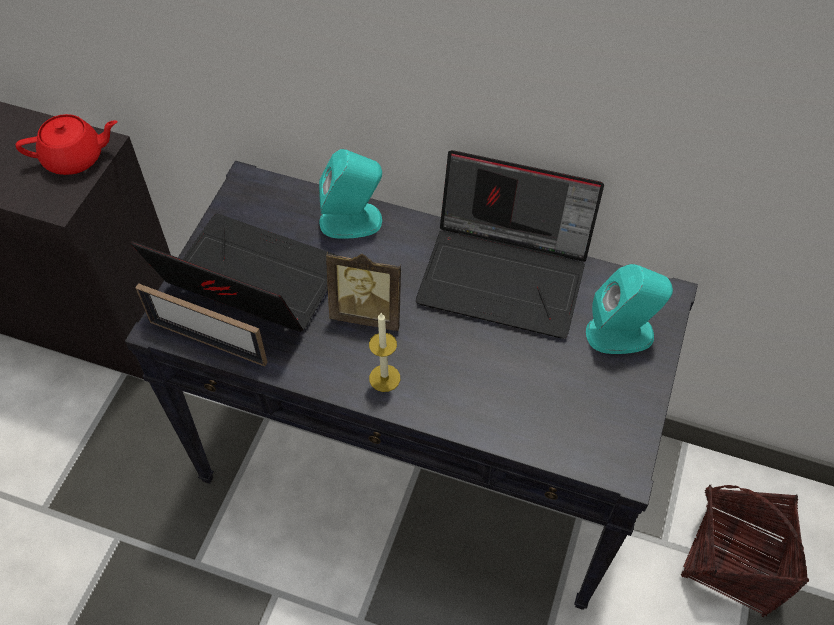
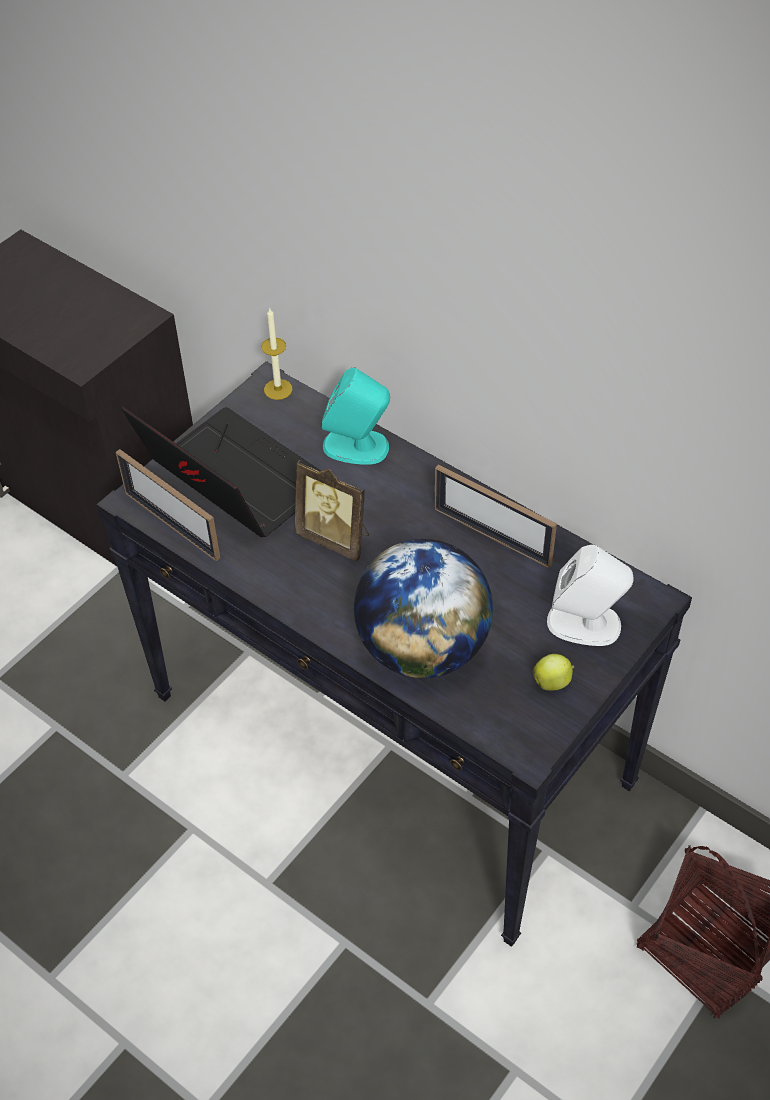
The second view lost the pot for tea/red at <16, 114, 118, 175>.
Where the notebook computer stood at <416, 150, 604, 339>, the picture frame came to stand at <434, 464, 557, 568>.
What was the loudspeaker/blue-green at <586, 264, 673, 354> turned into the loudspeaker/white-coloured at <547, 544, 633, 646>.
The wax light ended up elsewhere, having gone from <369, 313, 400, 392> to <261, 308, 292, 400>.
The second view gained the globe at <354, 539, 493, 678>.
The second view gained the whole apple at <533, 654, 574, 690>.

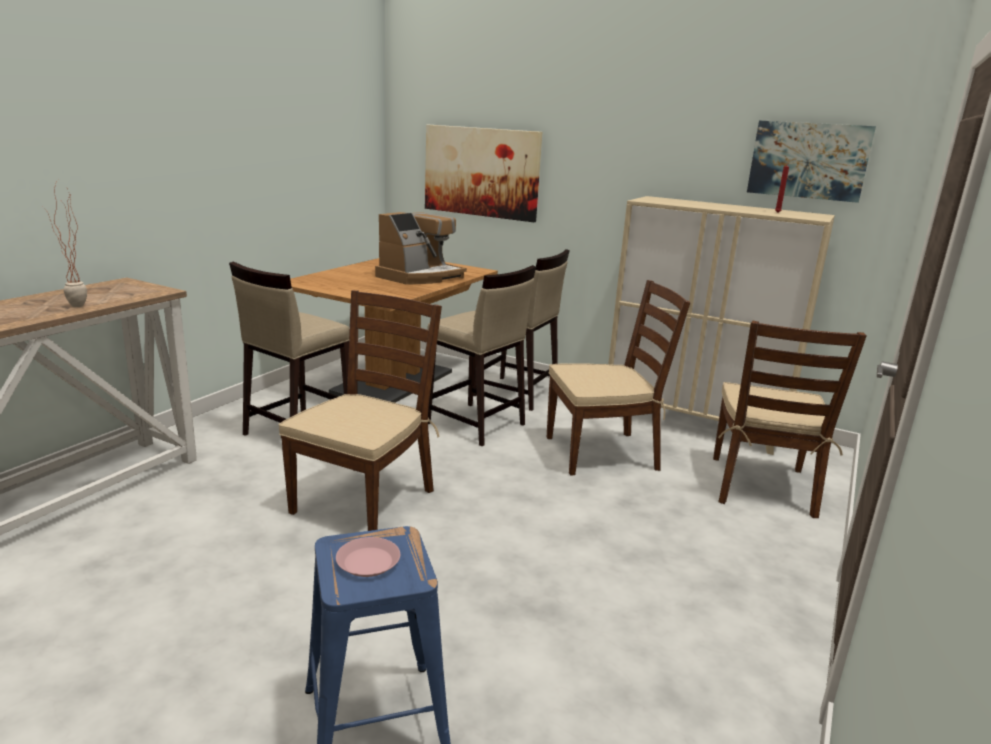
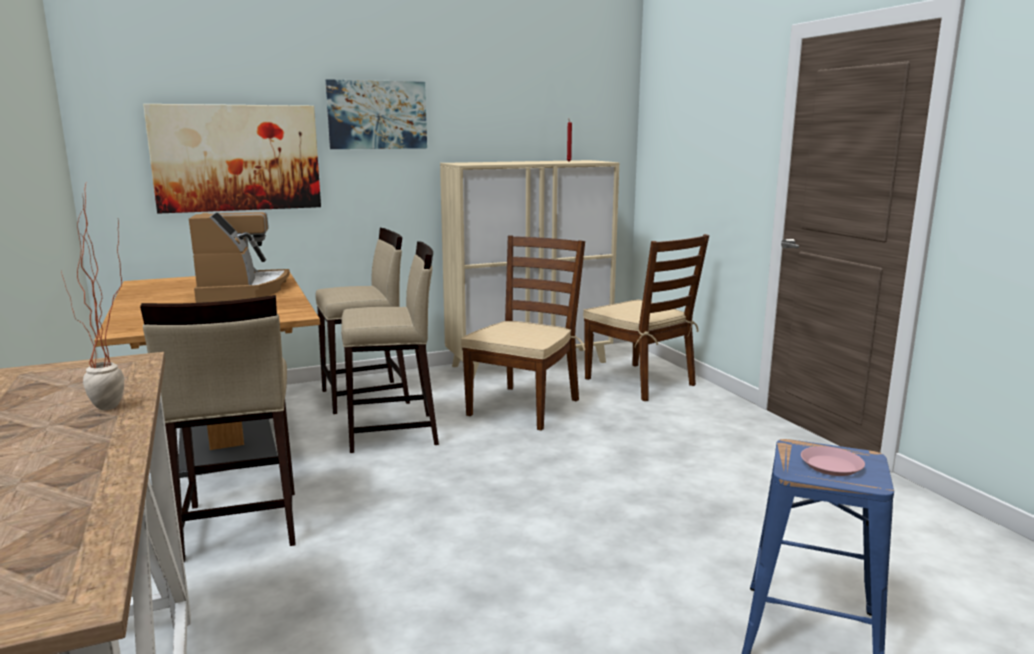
The wall picture ended up elsewhere, having gone from <747, 121, 876, 203> to <326, 79, 427, 149>.
The second view lost the plain chair/brown-coloured at <279, 290, 442, 531>.

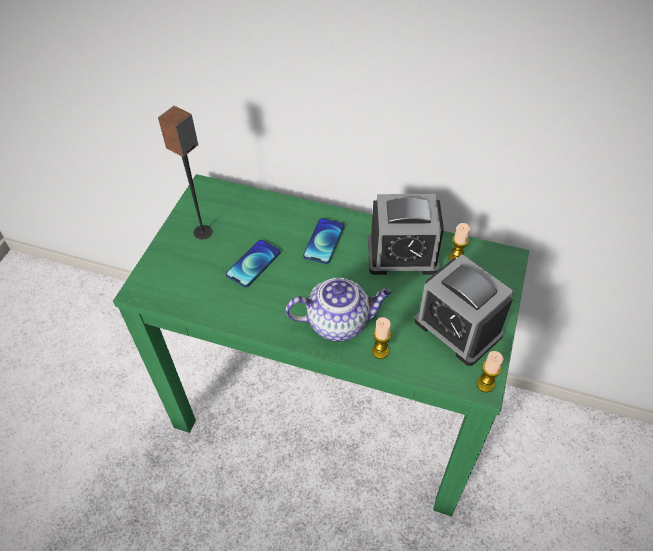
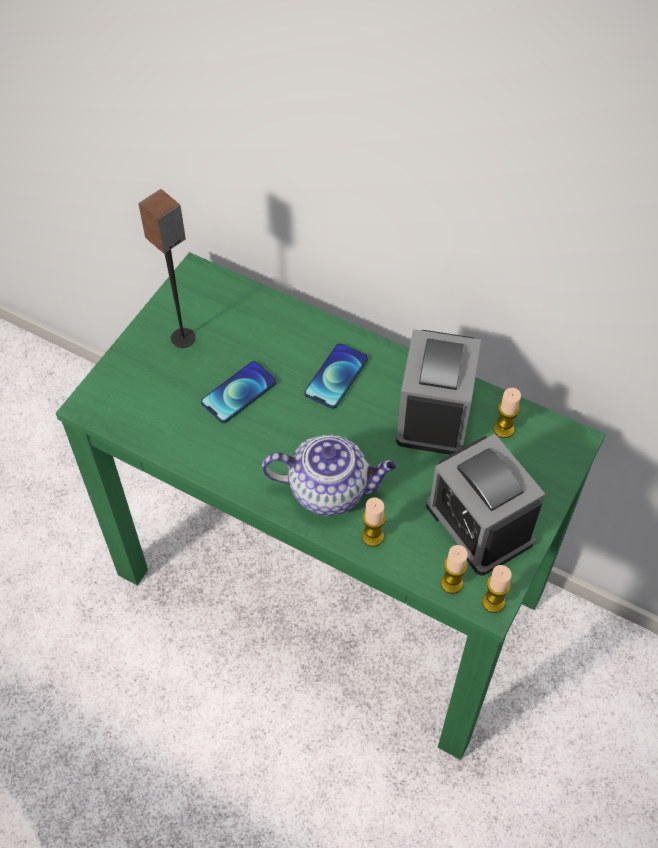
The table clock at <368, 194, 444, 275> ended up facing another way, 90 degrees clockwise from before.
The second view gained the wax light at <441, 545, 468, 594>.

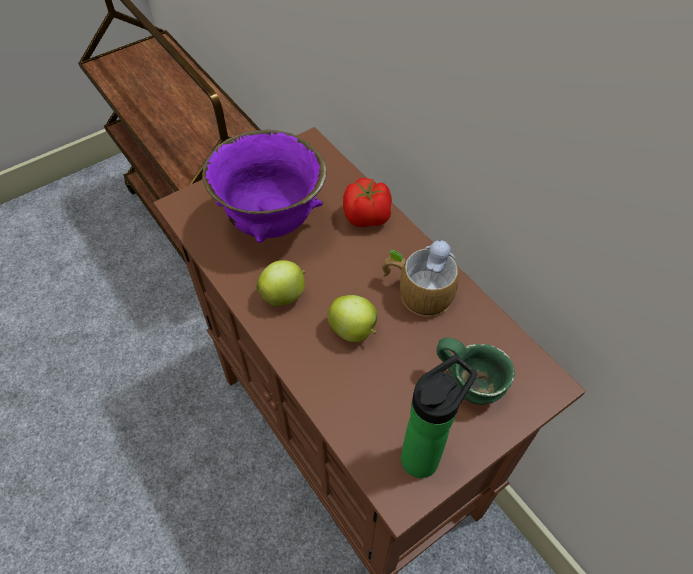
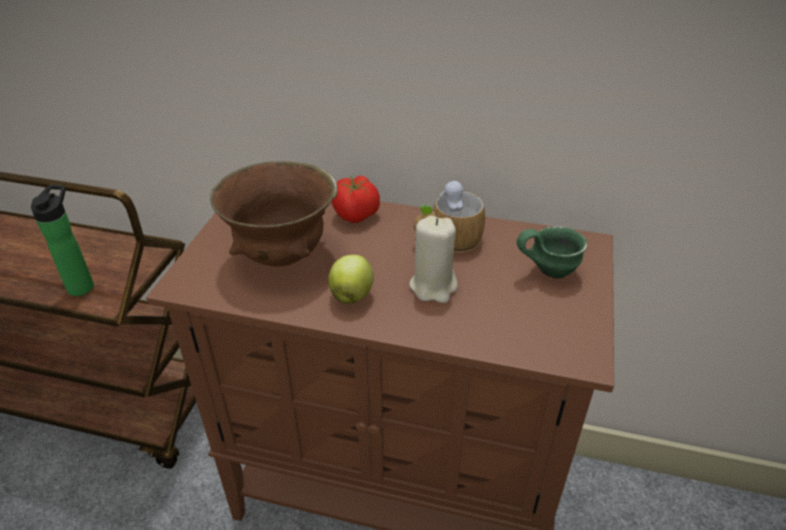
What was the deep dish/purple at <202, 130, 327, 243> turned into the deep dish/brown-coloured at <210, 161, 338, 267>.
Where the whole apple stood at <327, 295, 378, 343>, the wax light/beige-coloured came to stand at <409, 216, 457, 303>.
The bottle ended up elsewhere, having gone from <401, 355, 477, 478> to <31, 185, 94, 296>.

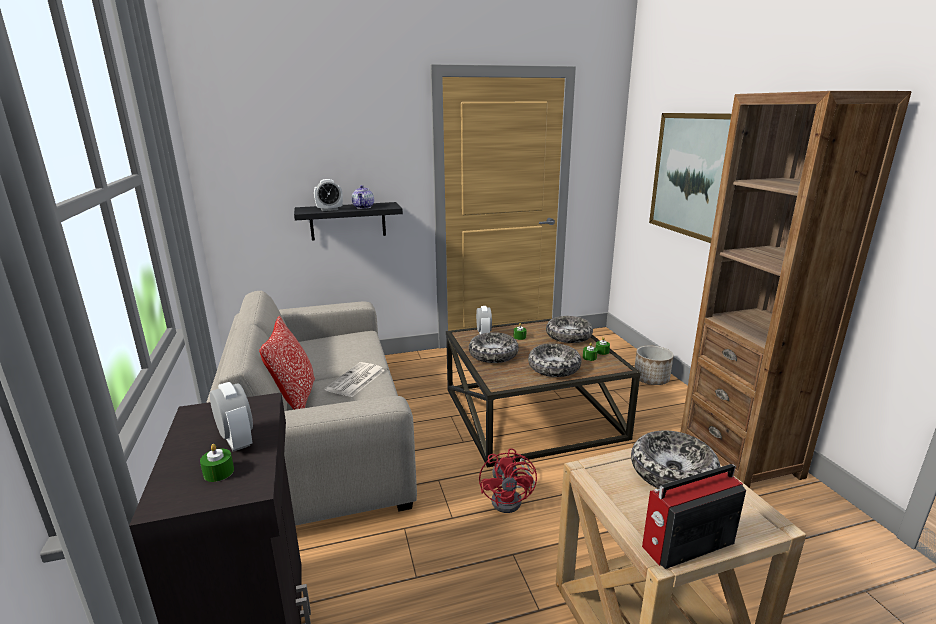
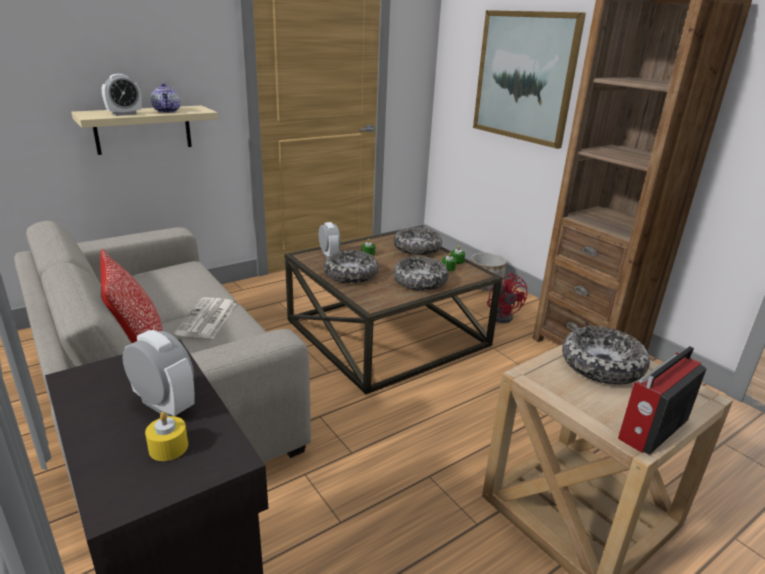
What was the bracket shelf/blackish at <294, 202, 403, 241> turned into the bracket shelf/beige-coloured at <71, 105, 218, 155>.
What was the wax light/green at <200, 444, 234, 482> turned into the wax light/yellow-coloured at <145, 412, 188, 461>.
The electric fan/red ended up elsewhere, having gone from <479, 448, 537, 513> to <487, 273, 528, 323>.

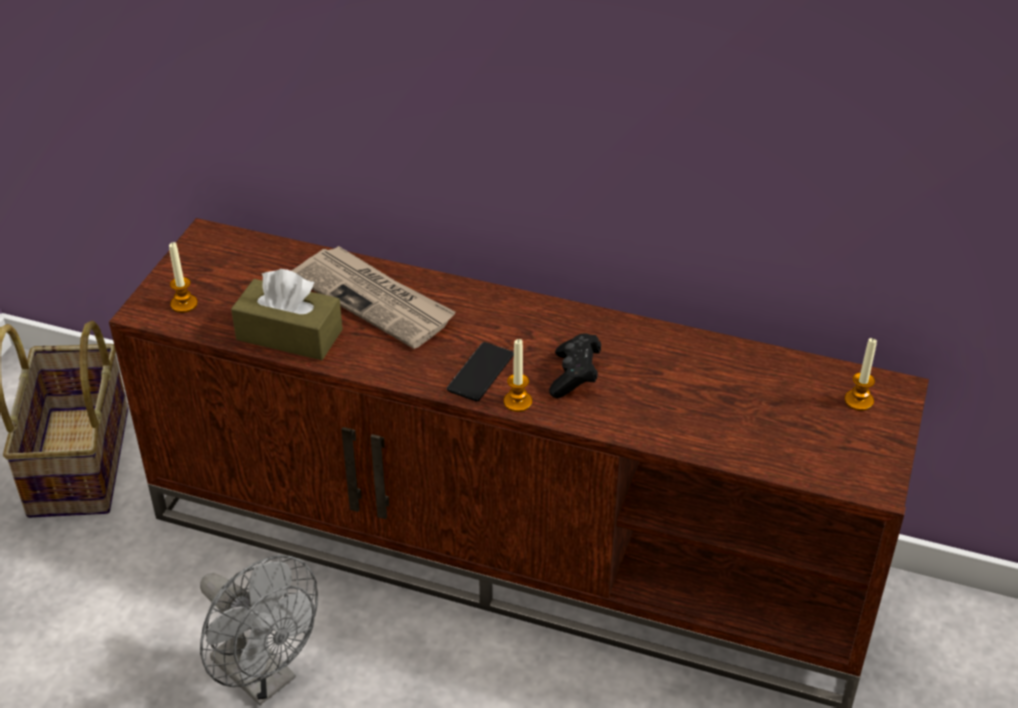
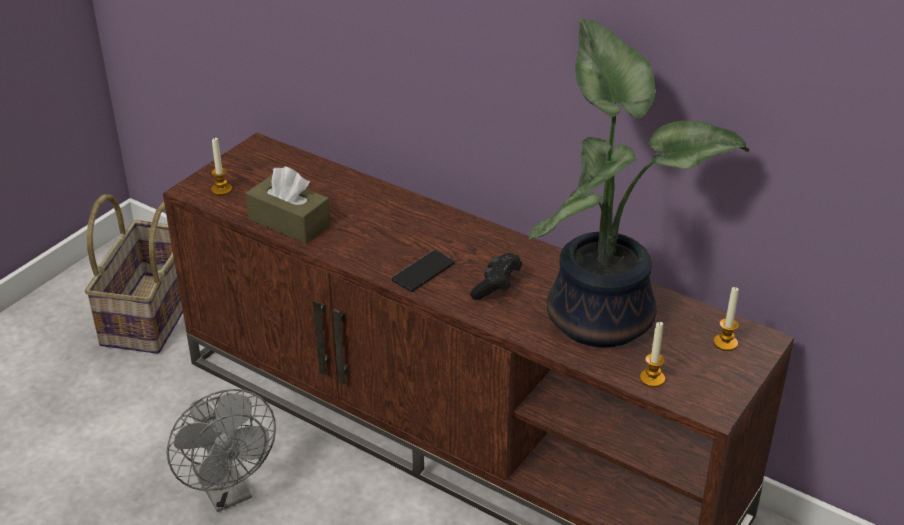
The second view lost the printed paper at <292, 246, 456, 349>.
The wax light ended up elsewhere, having gone from <504, 339, 532, 412> to <640, 322, 665, 387>.
The second view gained the potted plant at <529, 19, 750, 348>.

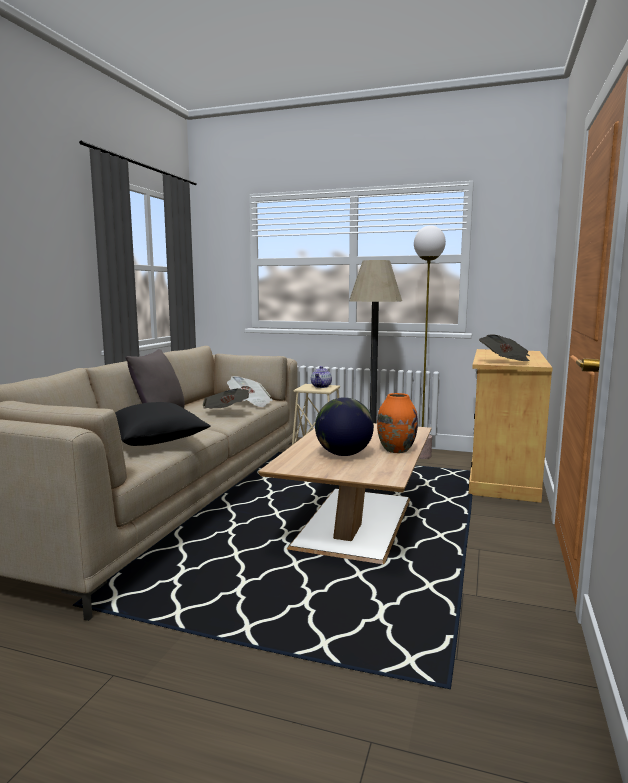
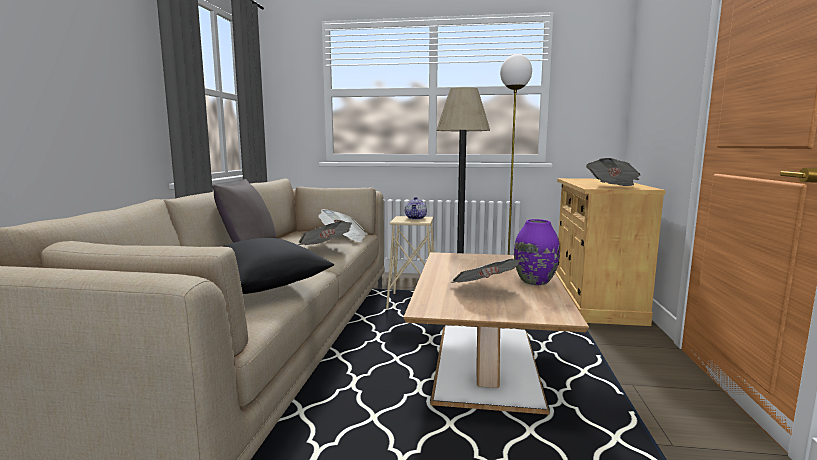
What was the decorative vase/orange at <377, 393, 418, 453> turned into the decorative vase/purple at <514, 219, 560, 285>.
Where the globe stood at <315, 397, 374, 456>, the printed paper came to stand at <451, 259, 521, 283>.

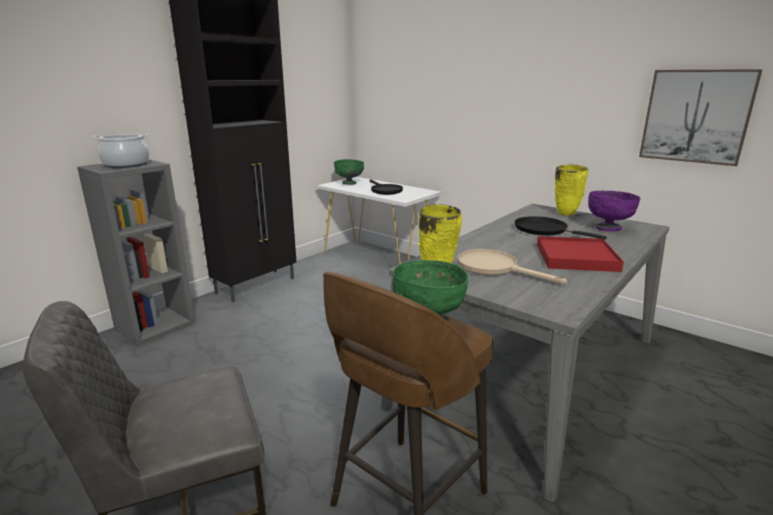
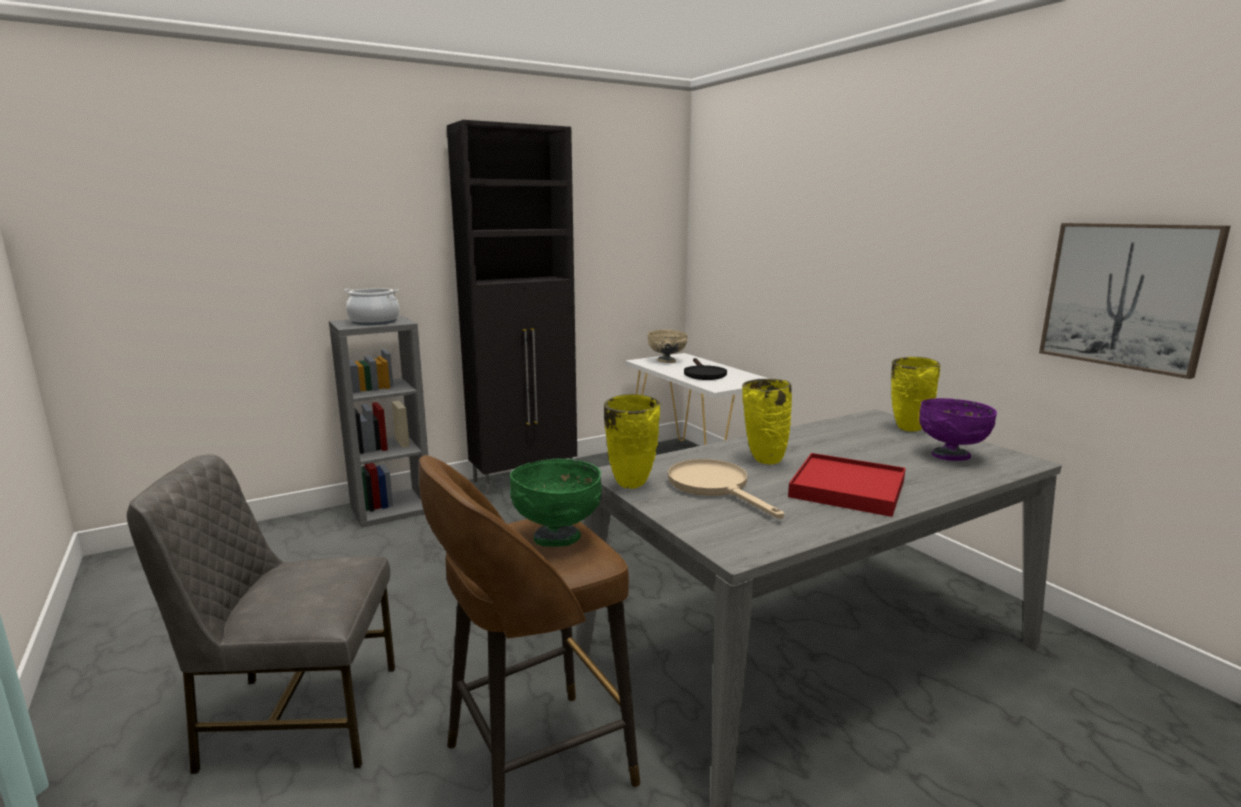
What was the deep dish/green at <334, 159, 364, 185> turned into the deep dish/beige-coloured at <647, 329, 688, 363>.
The second view lost the frying pan/blackish at <515, 216, 607, 240>.
The second view gained the decorative vase/yellow-coloured at <742, 379, 792, 465>.

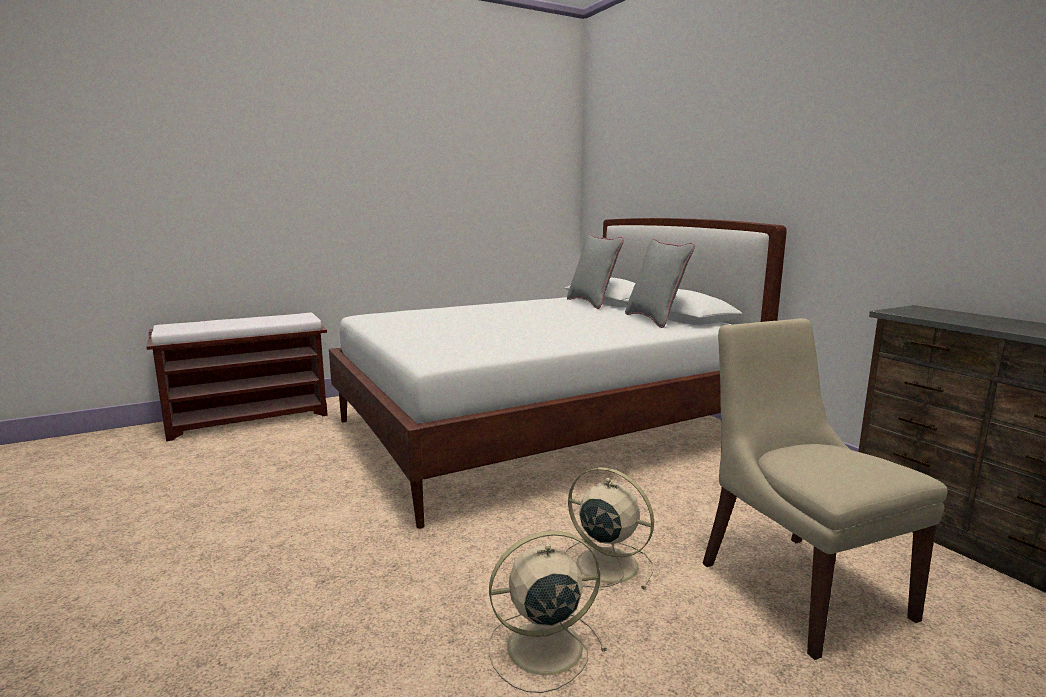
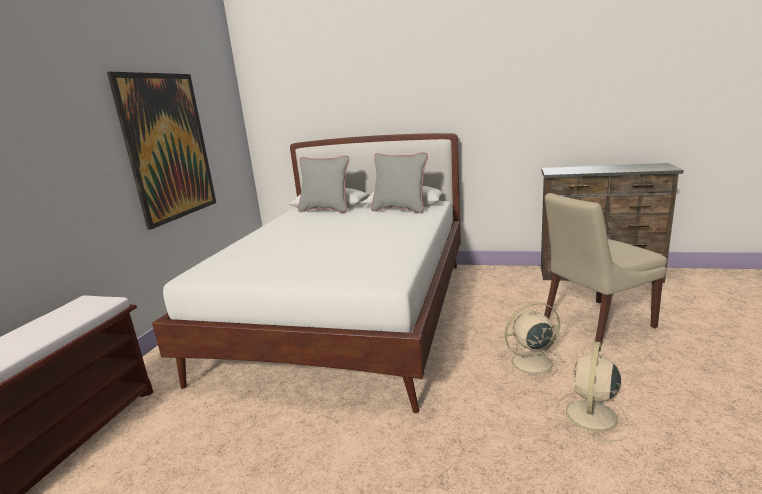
The plain chair/beige-coloured at <703, 318, 947, 660> ended up facing another way, 45 degrees counterclockwise from before.
The second view gained the wall picture at <107, 72, 216, 230>.

